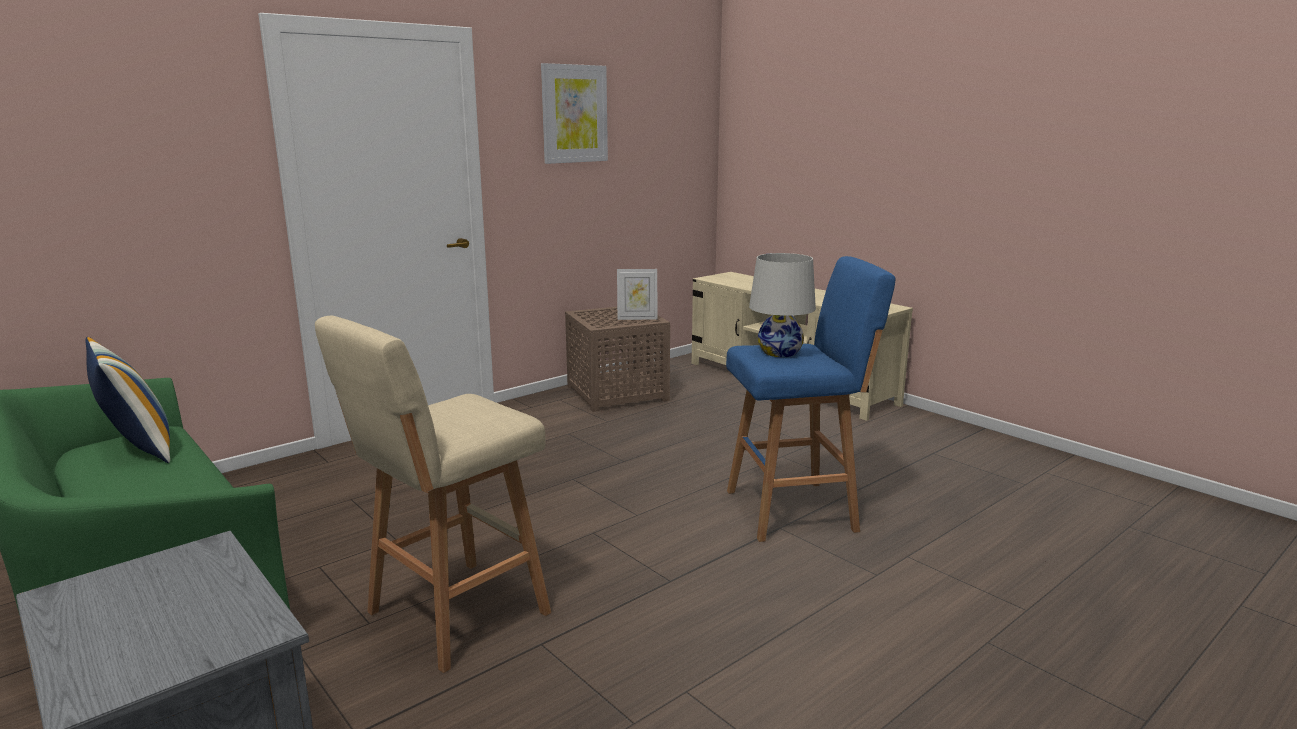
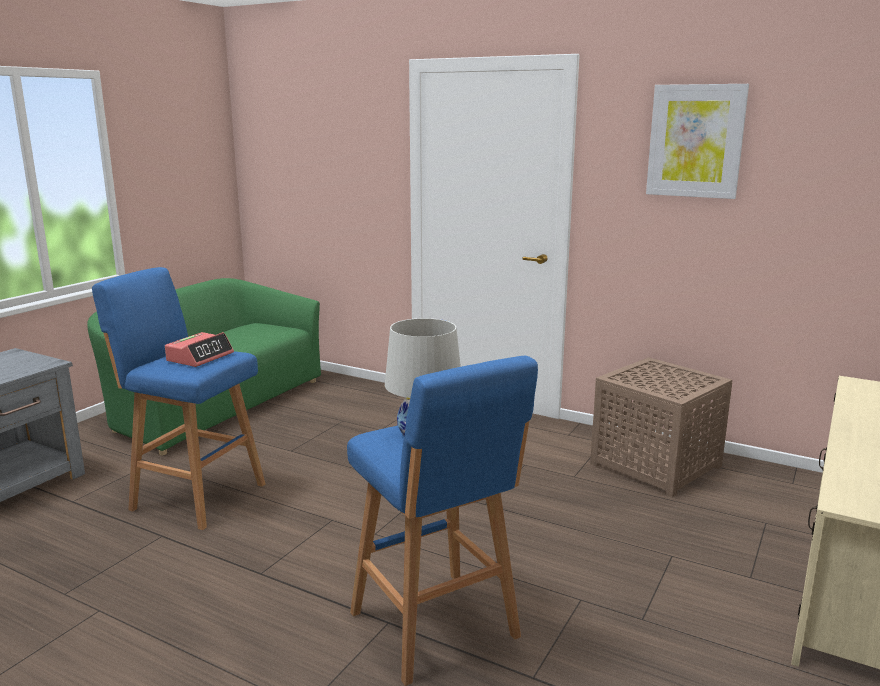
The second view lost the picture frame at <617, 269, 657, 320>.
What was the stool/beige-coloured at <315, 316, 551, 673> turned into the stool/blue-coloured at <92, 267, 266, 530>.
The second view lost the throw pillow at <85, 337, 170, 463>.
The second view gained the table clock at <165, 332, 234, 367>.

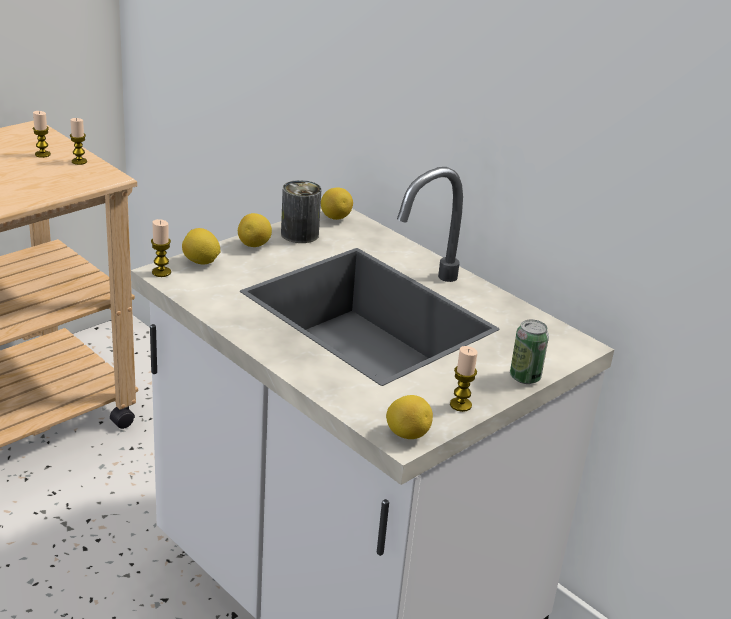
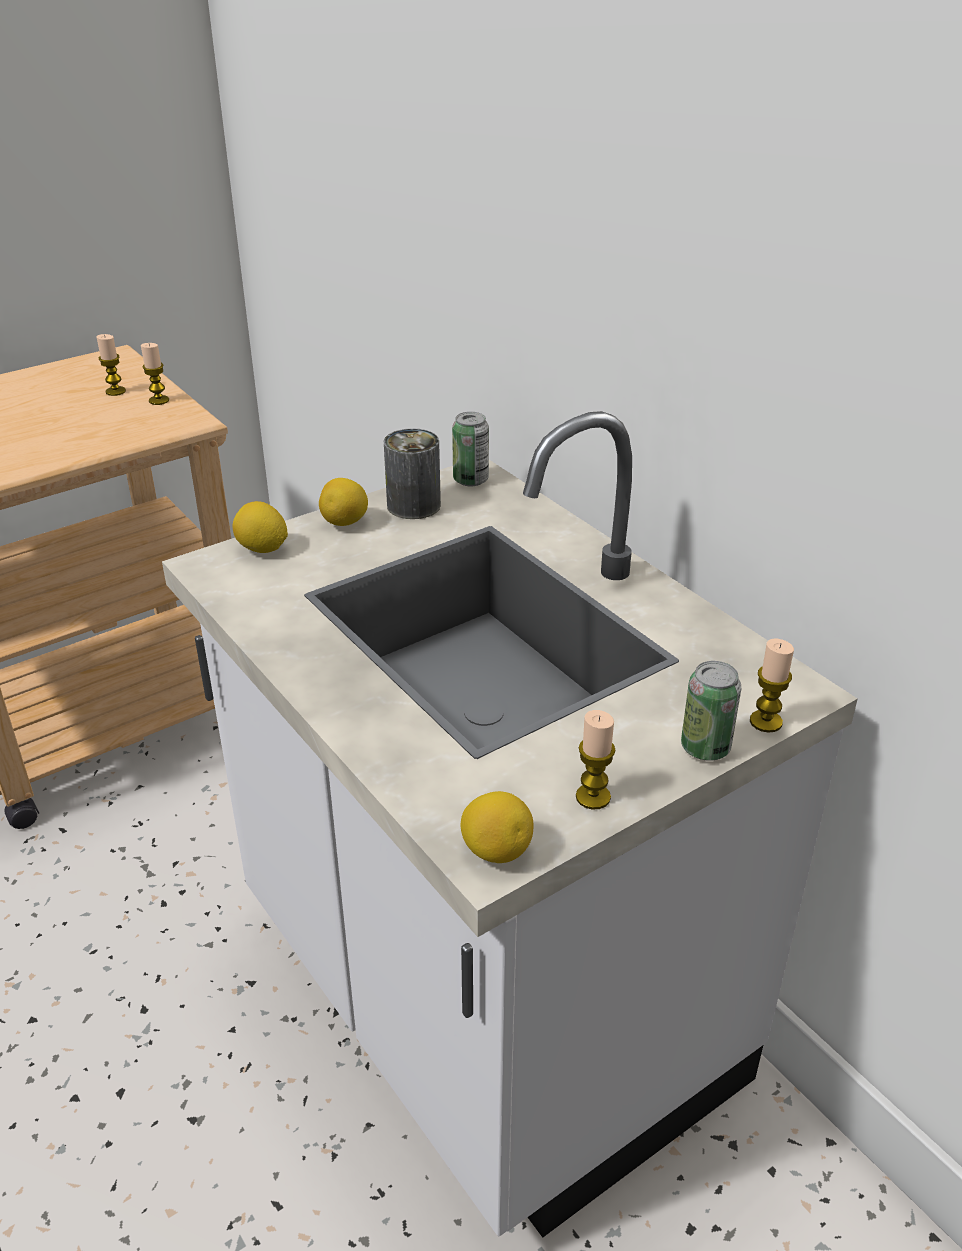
Where the whole lemon stood at <321, 188, 353, 220>, the metal can came to stand at <452, 412, 489, 486>.
The wax light ended up elsewhere, having gone from <151, 219, 171, 277> to <750, 639, 794, 733>.

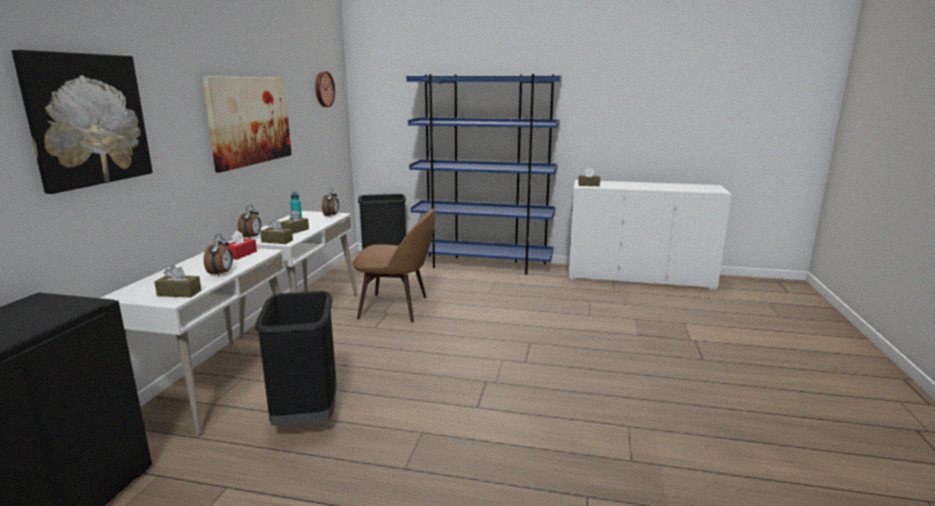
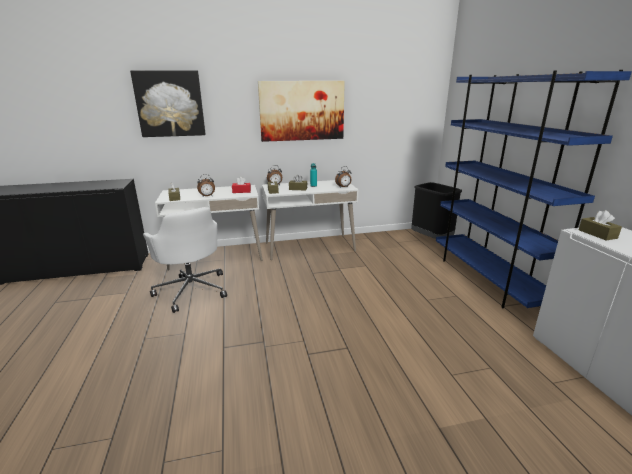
The second view lost the wall clock at <315, 71, 335, 107>.
The second view lost the plain chair/brown-coloured at <352, 208, 436, 322>.
Where the trash can/blackish stood at <255, 291, 337, 426>, the desk chair/white-coloured came to stand at <143, 207, 227, 313>.

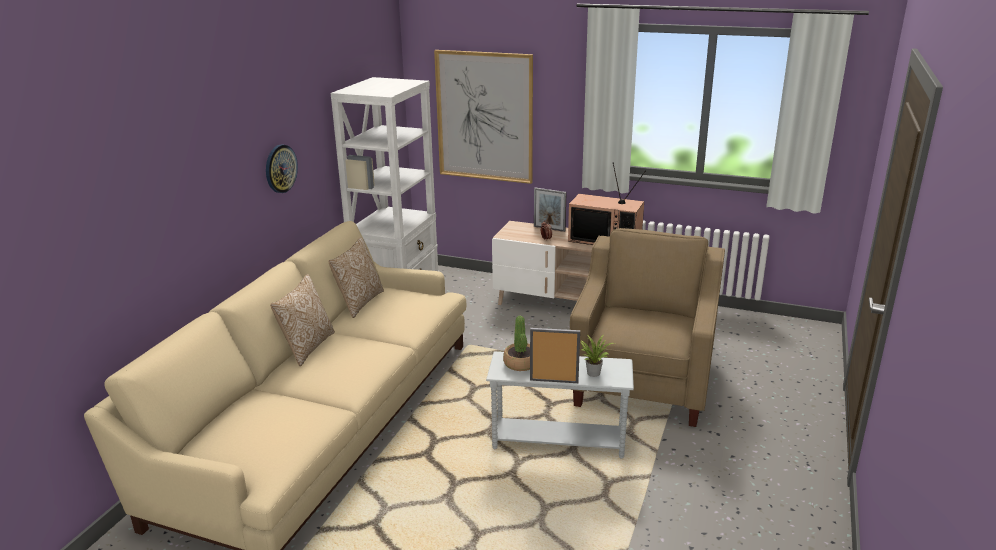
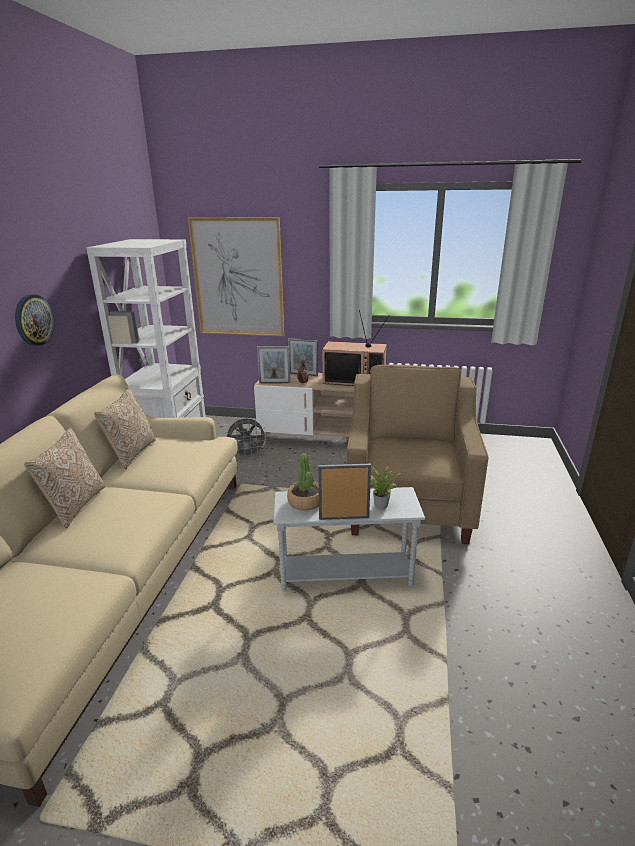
The second view gained the picture frame at <257, 346, 290, 383>.
The second view gained the electric fan/greyish at <227, 418, 268, 458>.

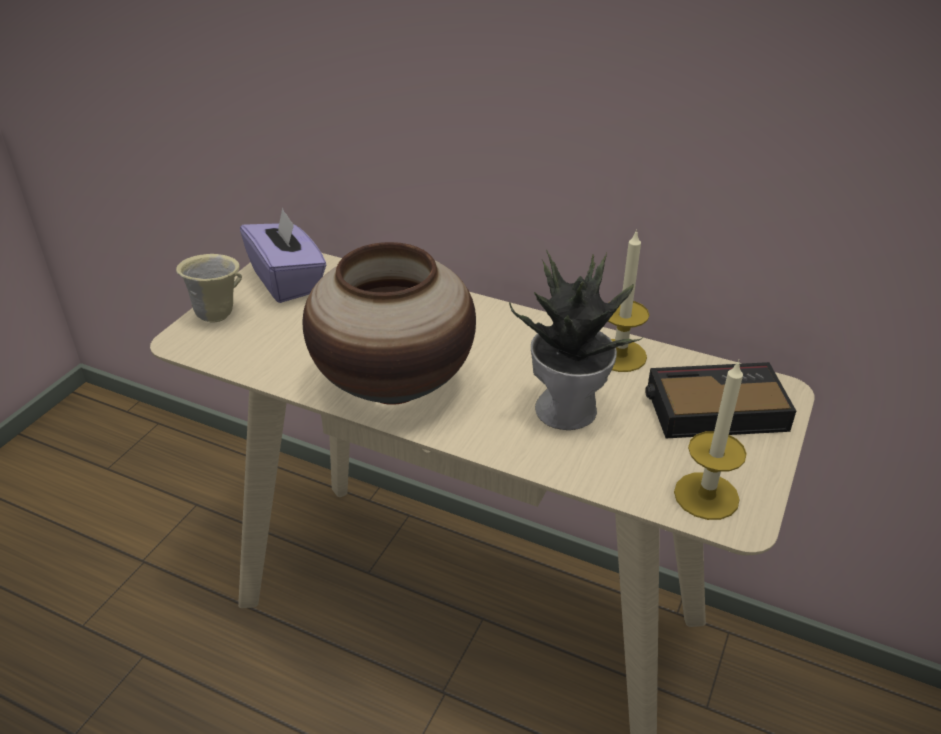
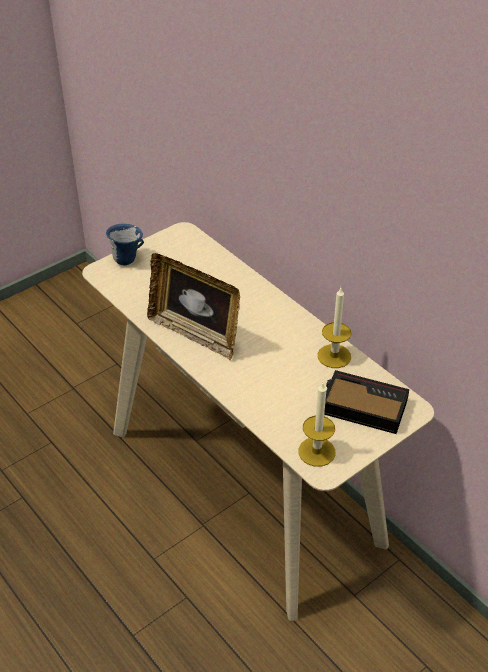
The second view lost the box of tissues/purple at <240, 207, 326, 303>.
Where the decorative vase stood at <303, 242, 476, 405>, the picture frame came to stand at <147, 253, 240, 360>.
The second view lost the potted plant at <509, 250, 643, 430>.
What was the tea mug/beige-coloured at <176, 254, 242, 322> turned into the tea mug/blue-coloured at <106, 224, 144, 265>.

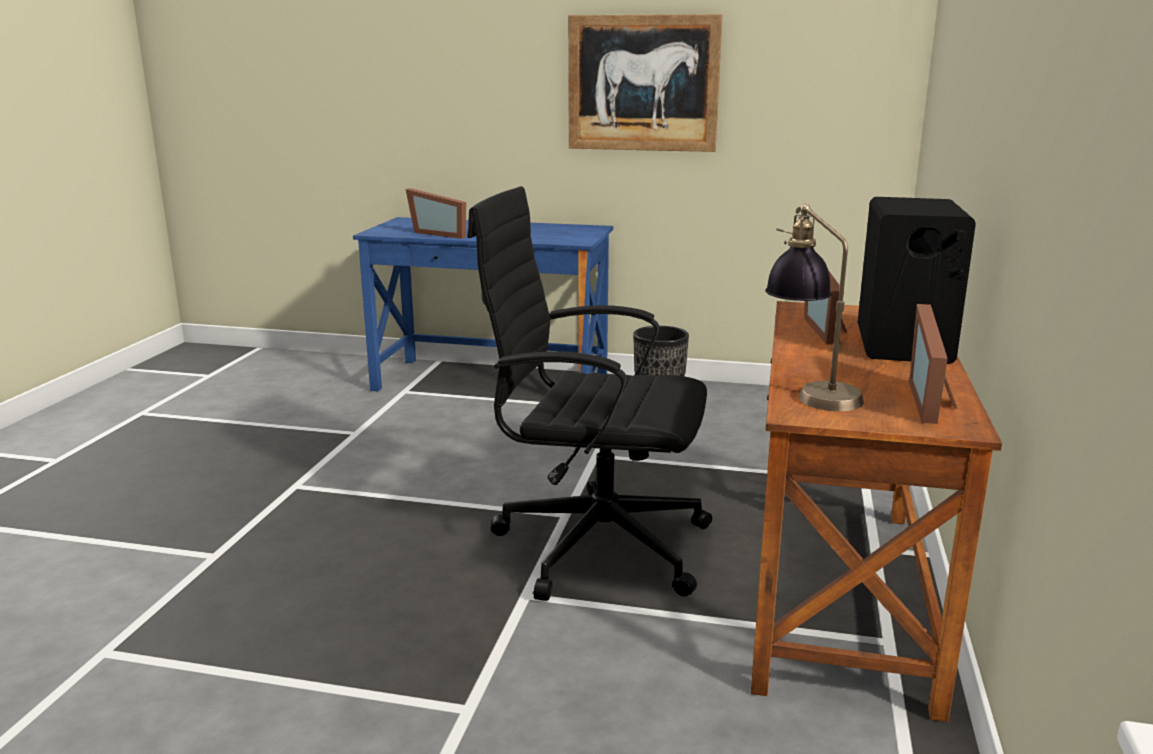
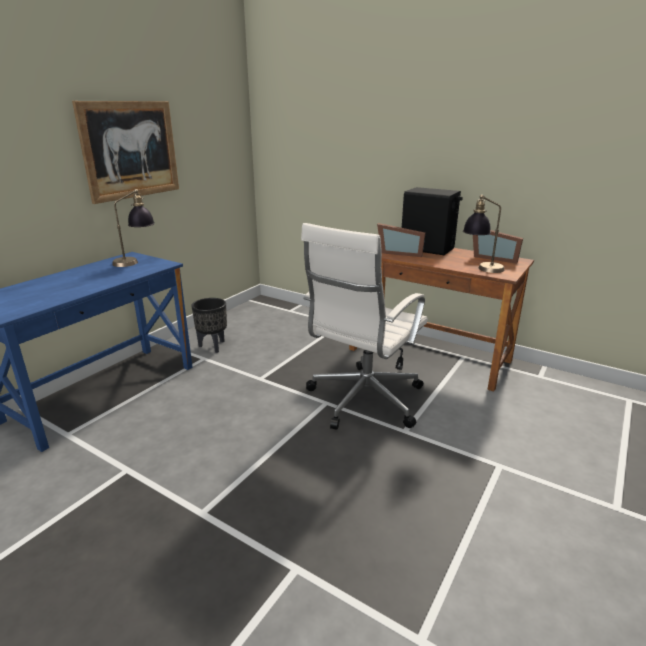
What was the desk chair/blackish at <467, 186, 712, 601> turned into the desk chair/white-coloured at <301, 223, 428, 429>.
The second view lost the picture frame at <406, 188, 466, 239>.
The second view gained the table lamp at <112, 189, 155, 267>.

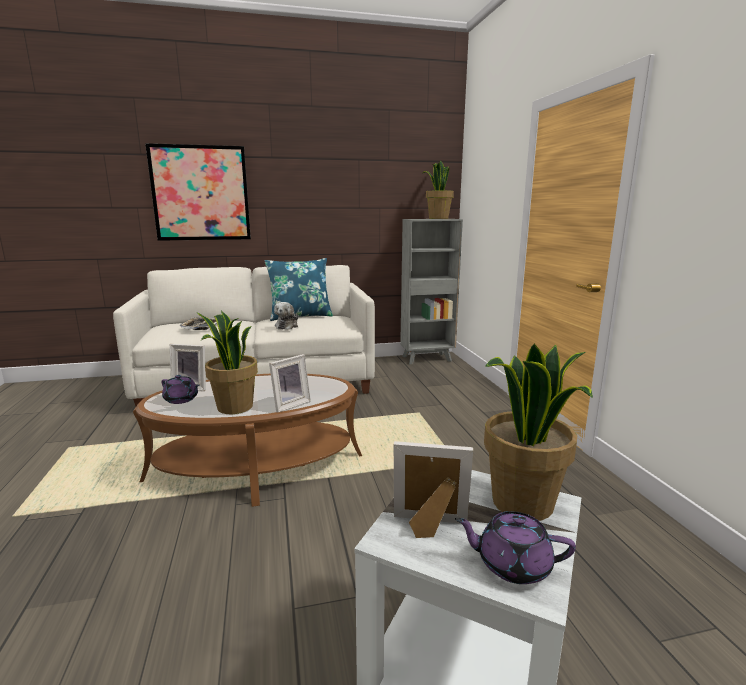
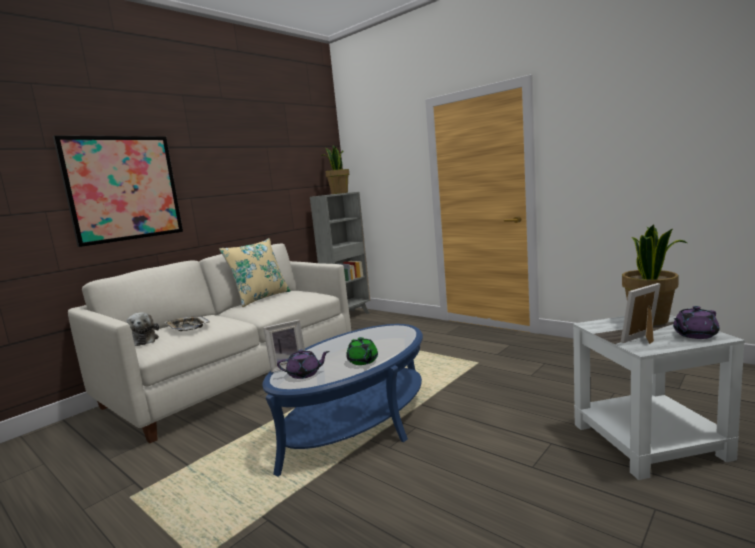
What was the throw pillow/blue-coloured at <265, 258, 333, 321> turned into the throw pillow/beige-coloured at <219, 238, 291, 307>.
The plush toy ended up elsewhere, having gone from <274, 302, 298, 330> to <126, 312, 159, 346>.
Where the potted plant stood at <197, 311, 258, 414>, the pot for tea/green came to stand at <346, 337, 378, 365>.
The second view lost the picture frame at <269, 354, 311, 413>.
What was the low table/brown-coloured at <133, 374, 362, 507> turned into the low table/blue-coloured at <262, 324, 423, 477>.

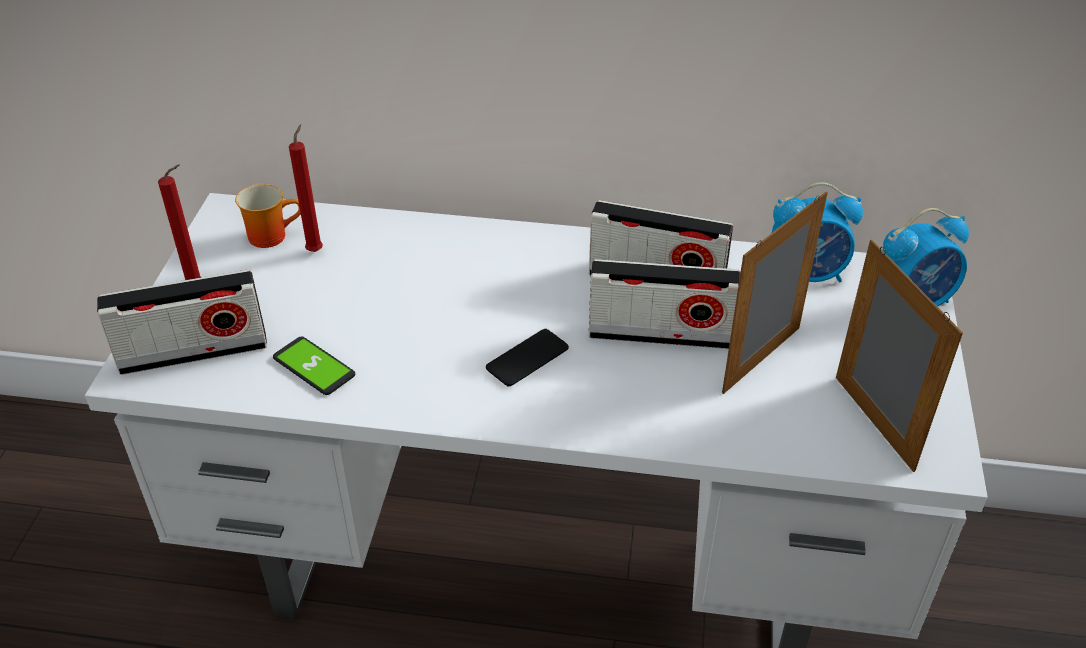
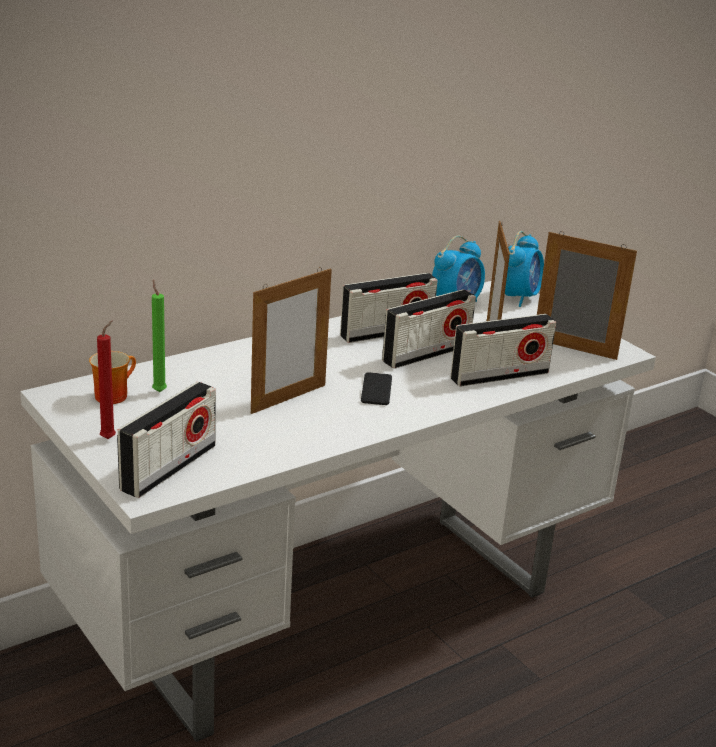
What was the wax light/red at <289, 124, 323, 252> turned into the wax light/green at <152, 280, 167, 392>.
The second view lost the phone at <273, 336, 355, 395>.
The second view gained the picture frame at <251, 267, 332, 414>.
The second view gained the radio receiver at <450, 314, 556, 387>.

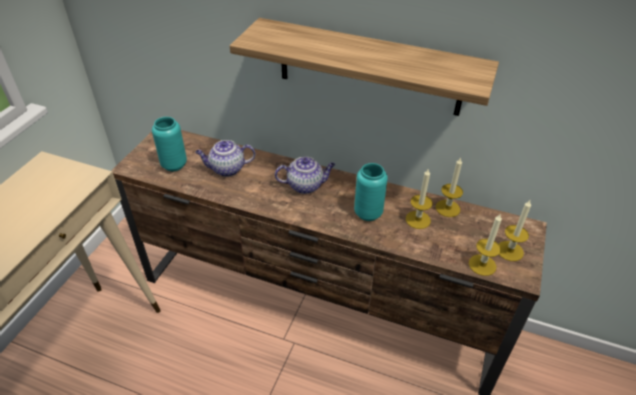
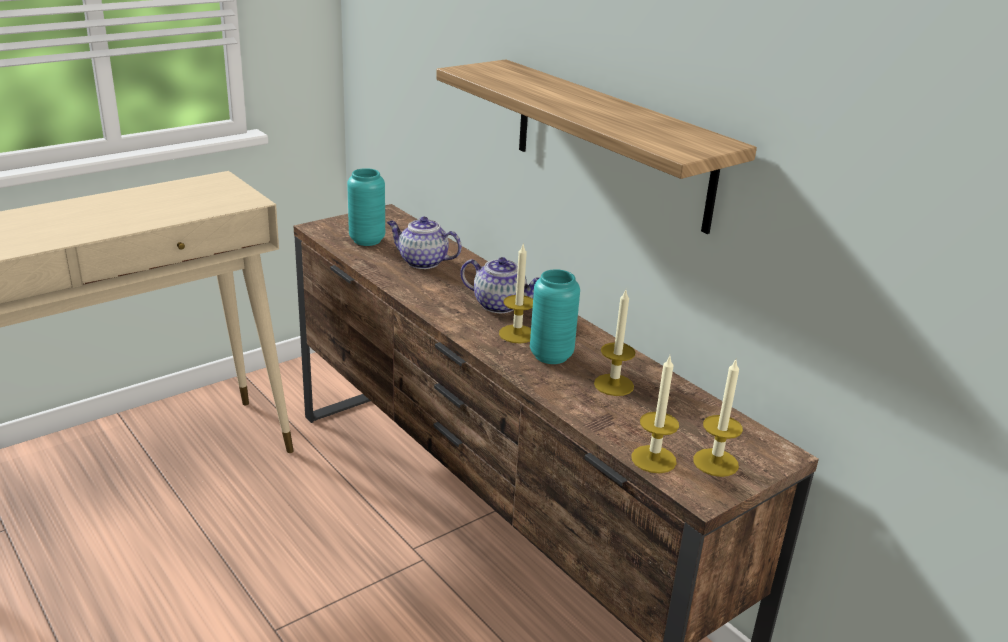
The wax light ended up elsewhere, having gone from <436, 157, 463, 217> to <499, 245, 533, 343>.

